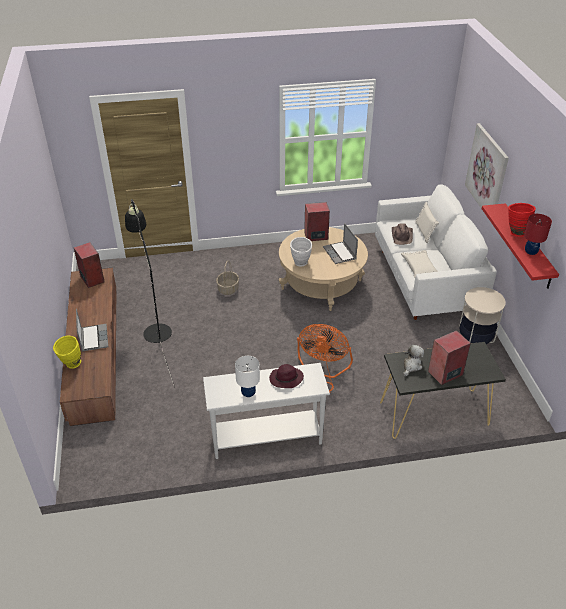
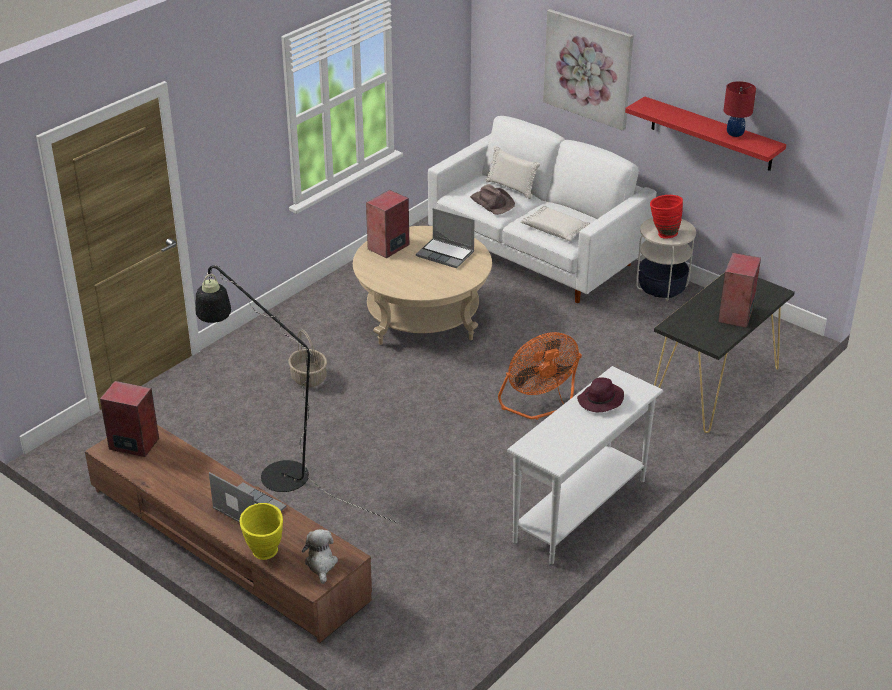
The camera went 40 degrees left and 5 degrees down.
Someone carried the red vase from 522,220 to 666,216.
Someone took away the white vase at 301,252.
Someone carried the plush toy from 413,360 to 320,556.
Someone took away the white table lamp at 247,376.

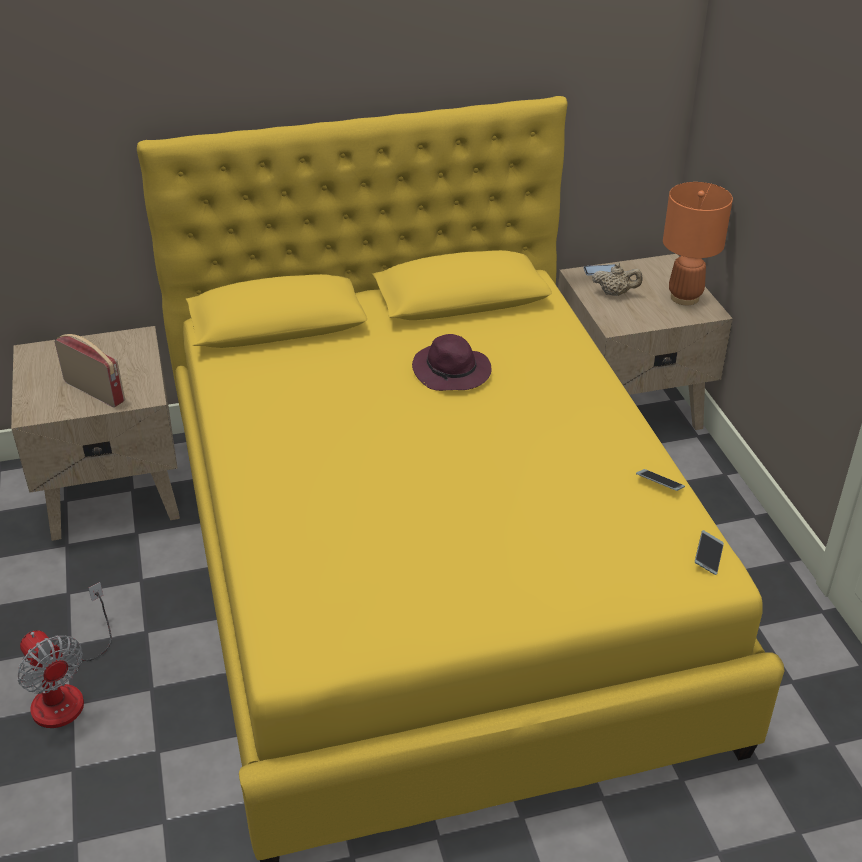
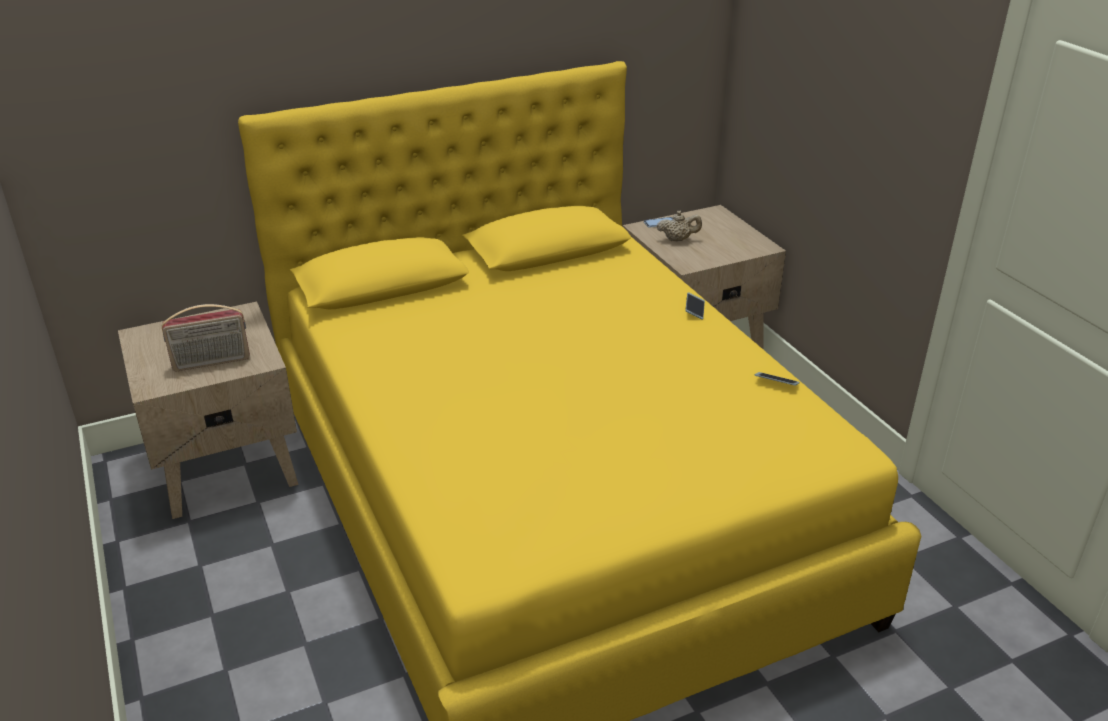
The camera went 10 degrees left and 5 degrees down.
Someone took away the orange table lamp at 698,243.
Someone rotated the radio at 90,371 by 135 degrees clockwise.
Someone took away the purple hat at 451,362.
Someone carried the phone from 709,552 to 695,306.
Someone took away the fan at 65,655.

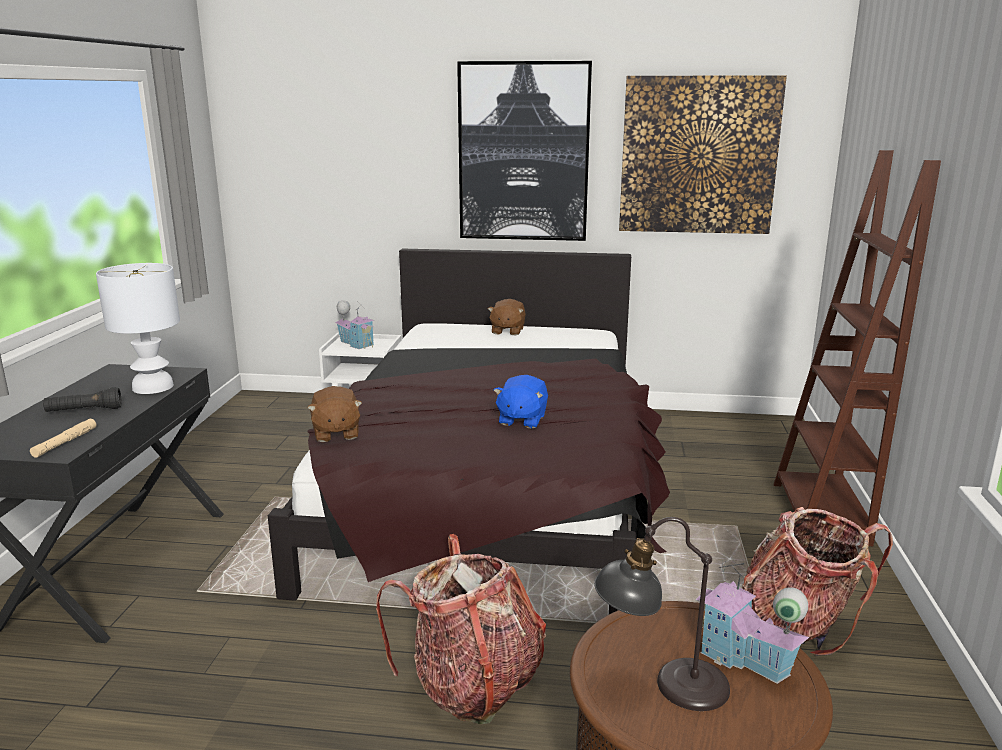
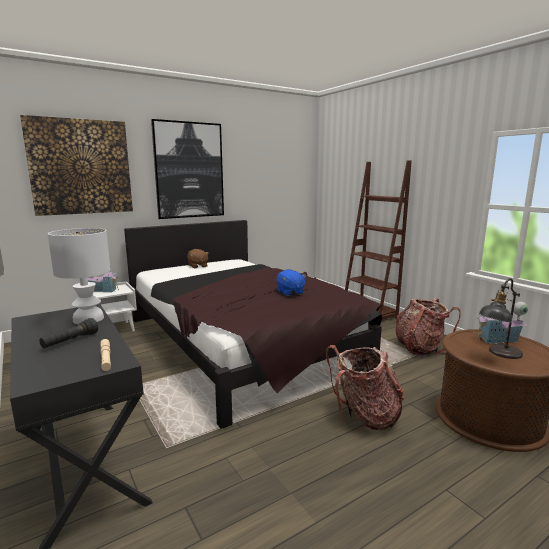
The camera went 40 degrees left and 5 degrees down.
Someone carried the picture from 703,154 to 76,165.
Someone took away the brown plush toy at 334,414.

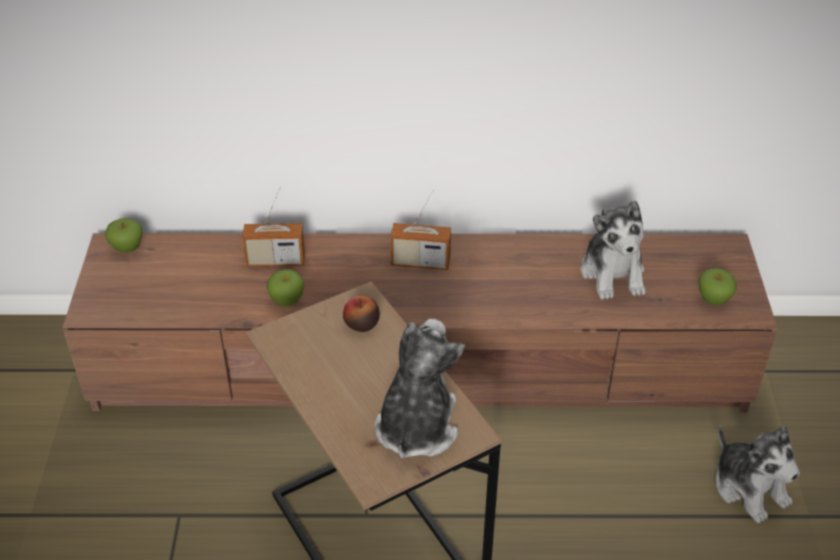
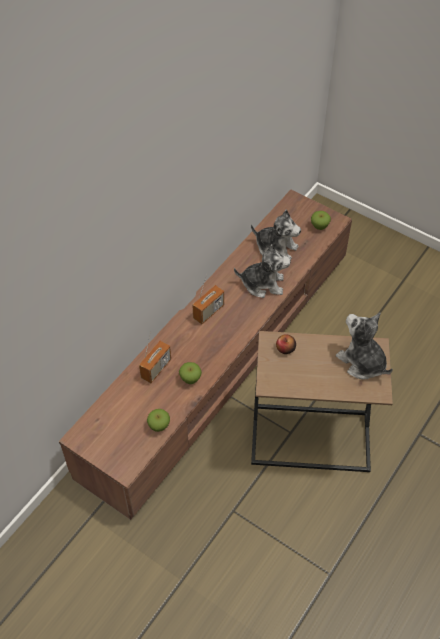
The camera went 55 degrees left and 10 degrees up.
Someone carried the apple from 124,235 to 158,420.
Someone carried the plush toy from 757,474 to 262,271.

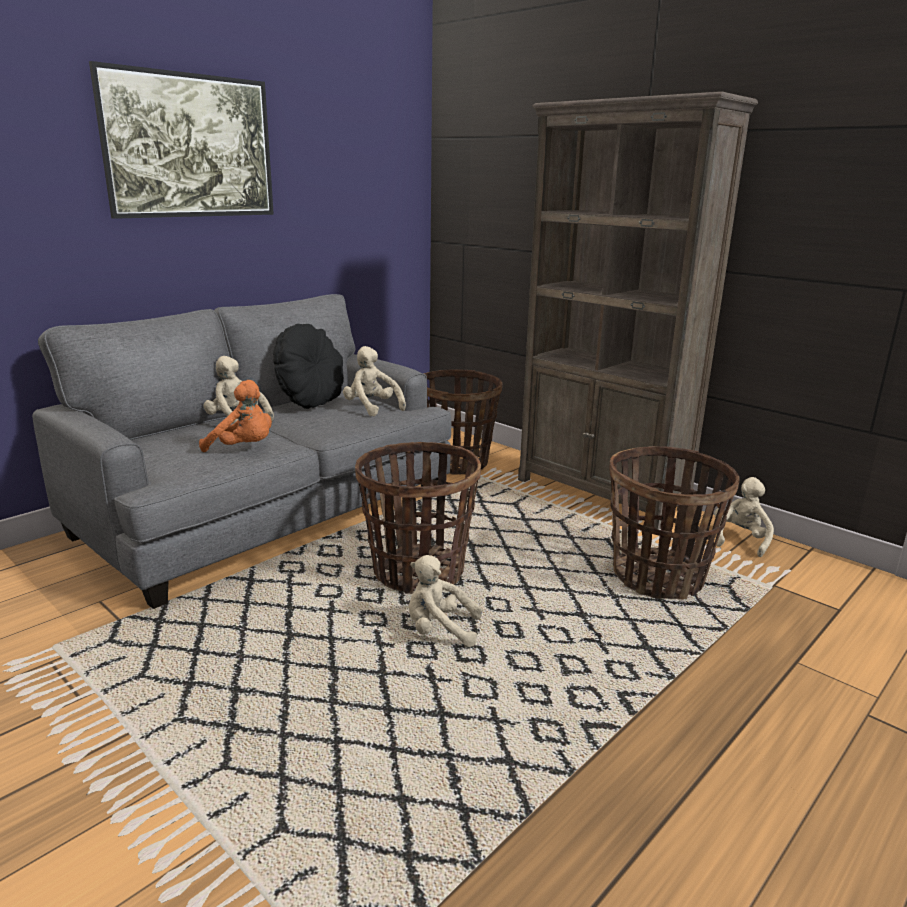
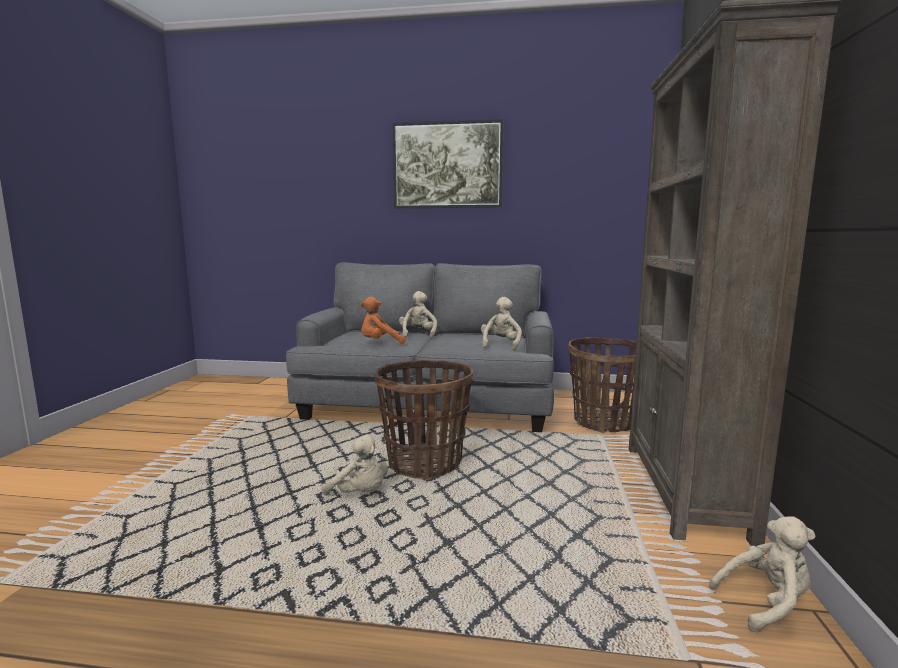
The camera went 55 degrees right and 10 degrees down.
Someone took away the black pillow at 308,366.
Someone rotated the orange plush toy at 235,416 by 90 degrees clockwise.
Someone took away the basket at 674,523.
Someone rotated the beige plush toy at 445,601 by 150 degrees clockwise.

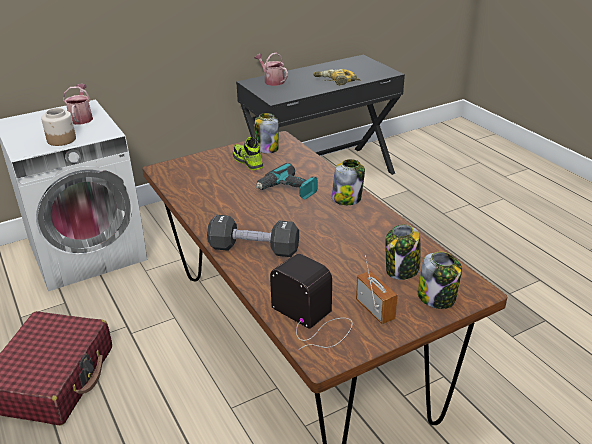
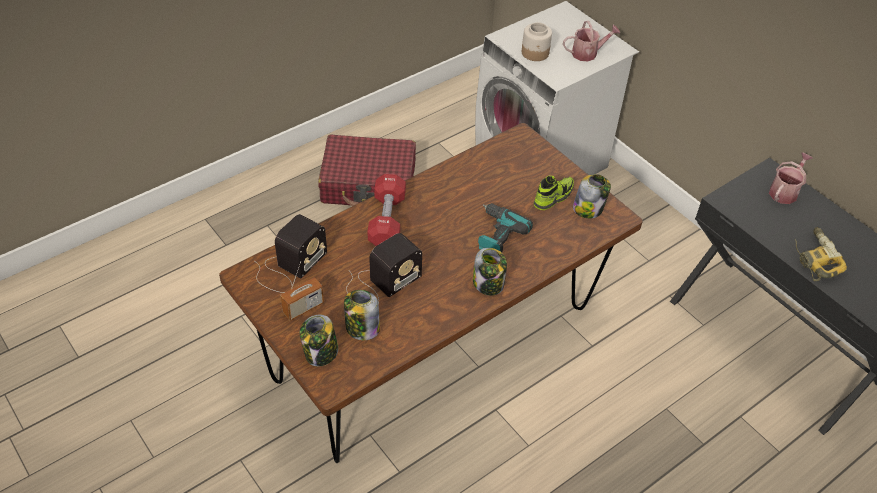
The camera went 80 degrees right and 15 degrees up.
Someone repainted the black dumbbell at 253,236, which became the red dumbbell at 386,210.
Someone put down the radio at 384,269.

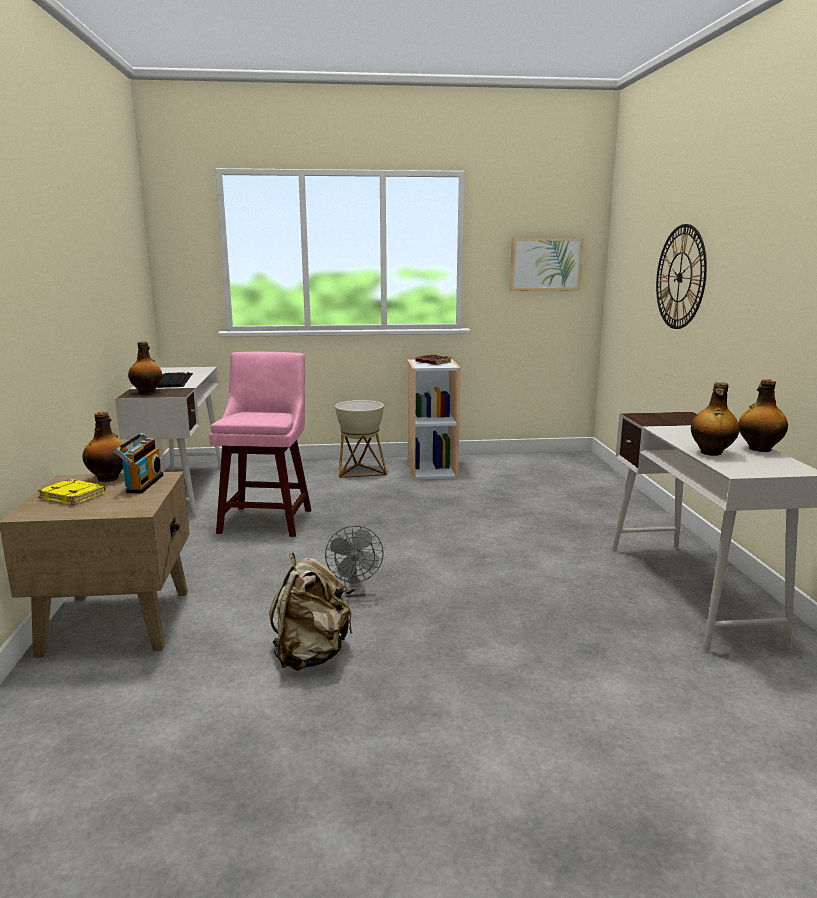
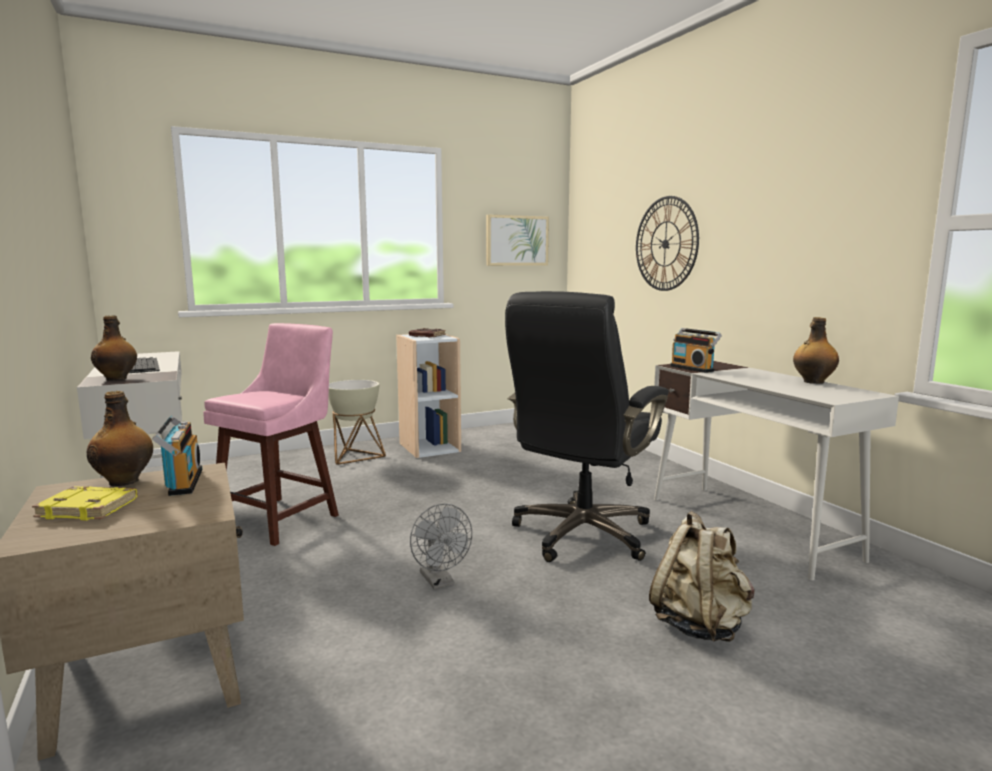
The camera went 20 degrees left and 5 degrees down.
Someone rotated the pink chair at 260,444 by 45 degrees clockwise.
Someone took away the bottle at 715,419.
Someone carried the beige backpack from 310,612 to 701,576.
Someone put down the black office chair at 587,426.
Someone put down the radio at 696,350.

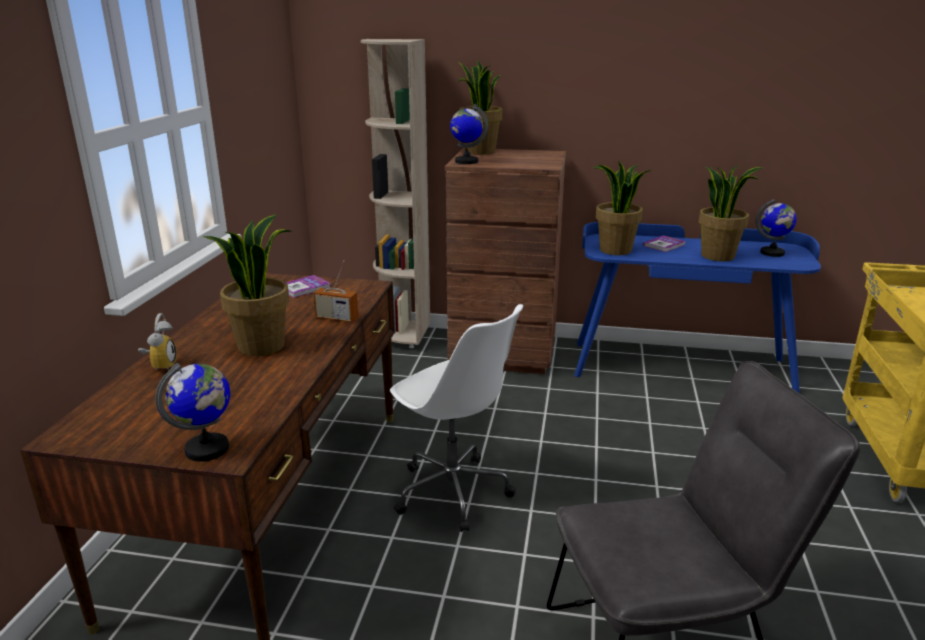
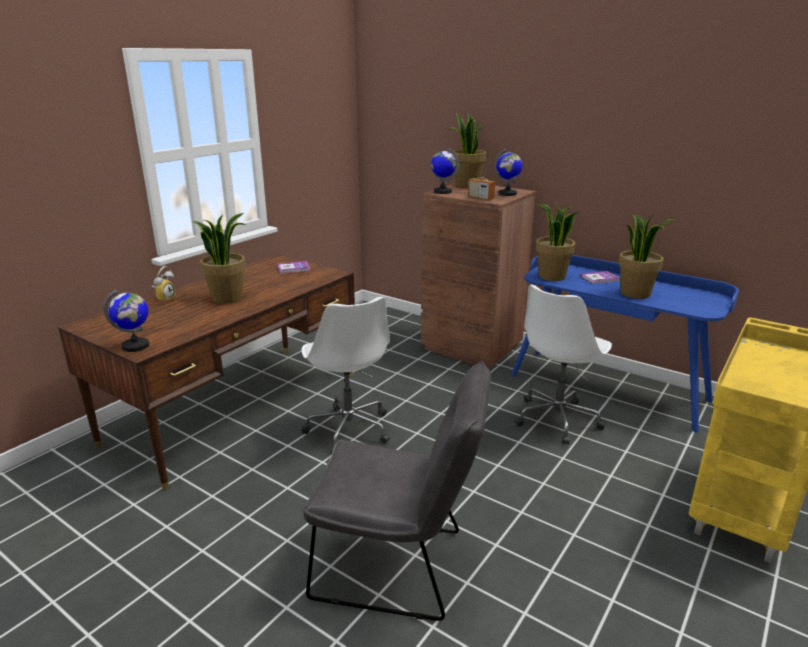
The camera went 25 degrees right and 0 degrees up.
Someone took away the beige bookcase at 395,193.
Someone carried the globe from 776,228 to 509,172.
Someone carried the radio from 335,291 to 481,182.
Someone put down the white office chair at 563,364.

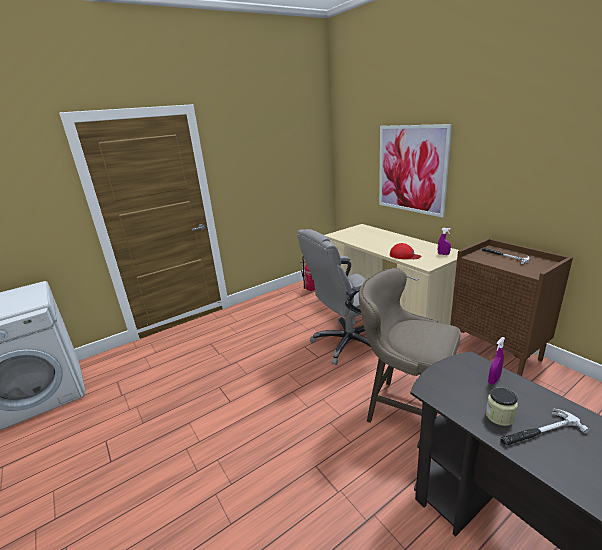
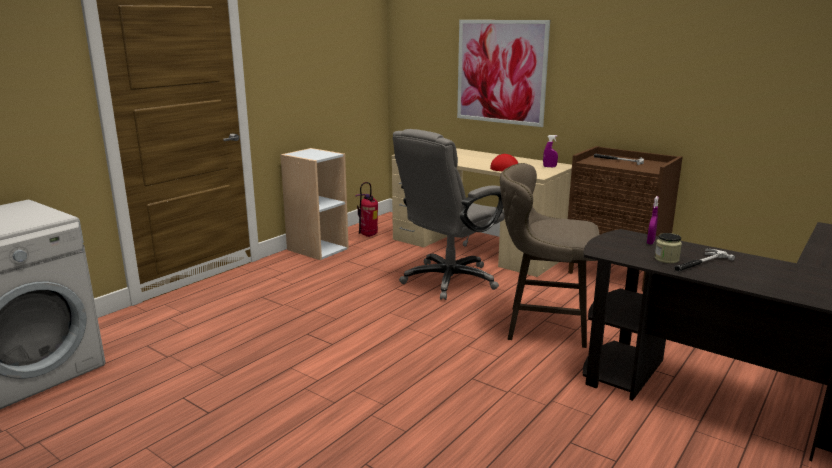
The camera went 20 degrees left and 5 degrees down.
Someone put down the bookcase at 314,204.

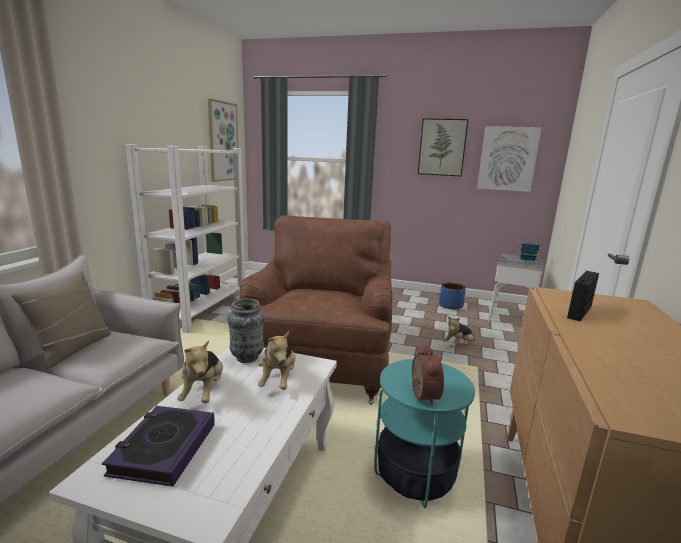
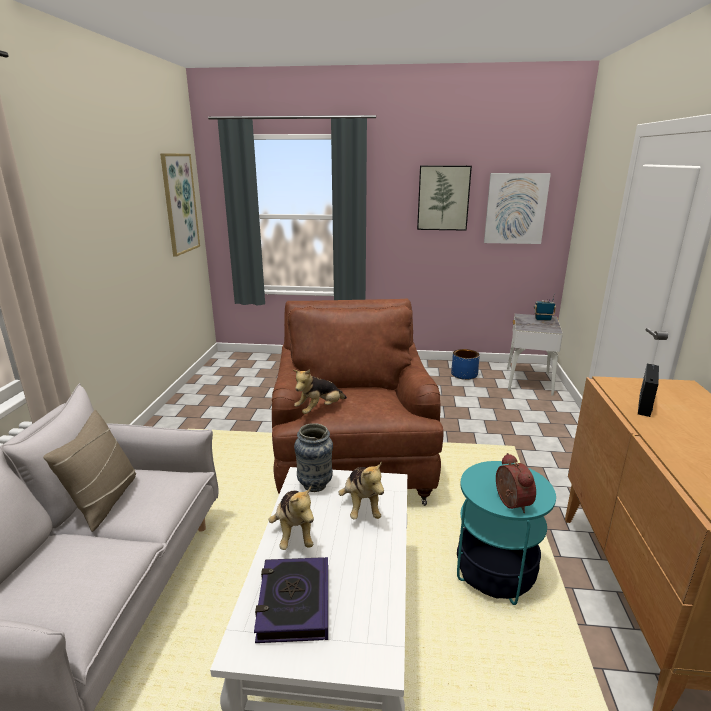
The camera went 10 degrees left and 5 degrees up.
Someone took away the white bookcase at 185,238.
Someone carried the plush toy from 458,332 to 320,391.

